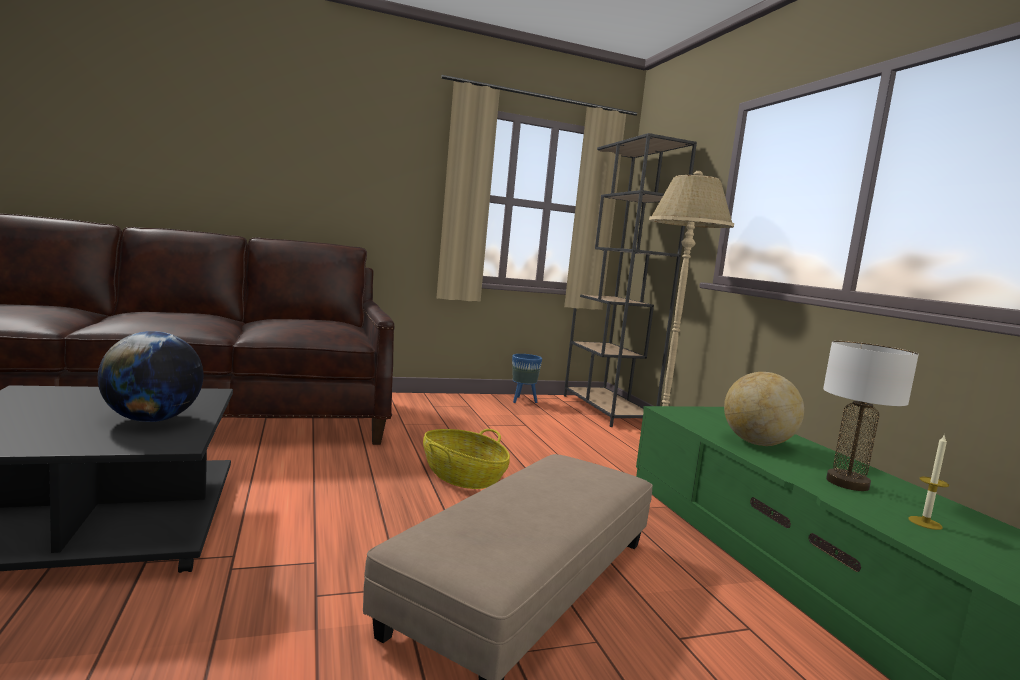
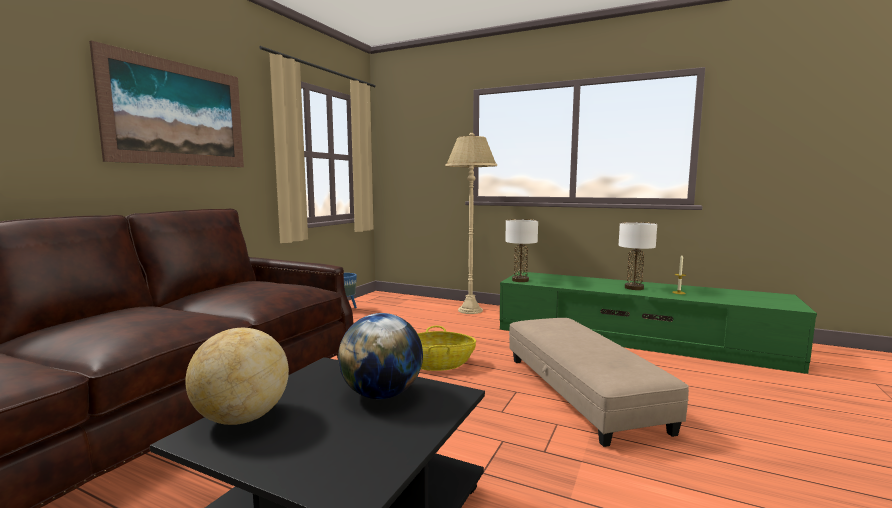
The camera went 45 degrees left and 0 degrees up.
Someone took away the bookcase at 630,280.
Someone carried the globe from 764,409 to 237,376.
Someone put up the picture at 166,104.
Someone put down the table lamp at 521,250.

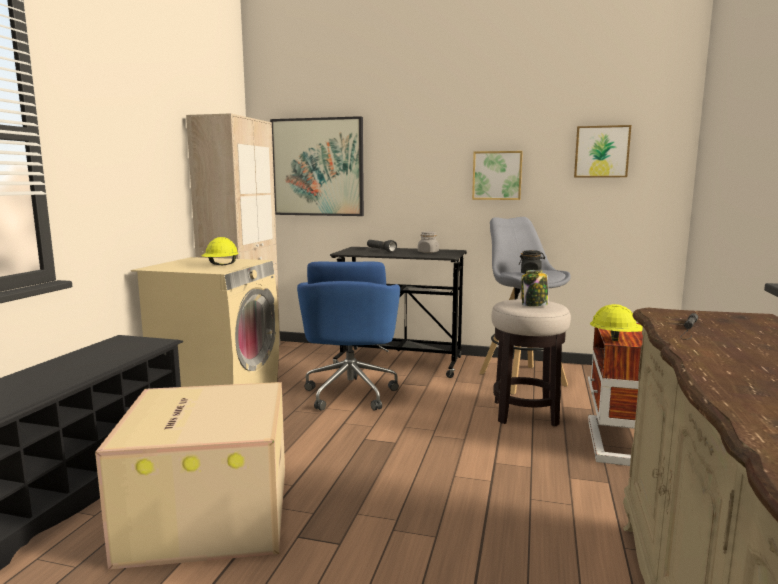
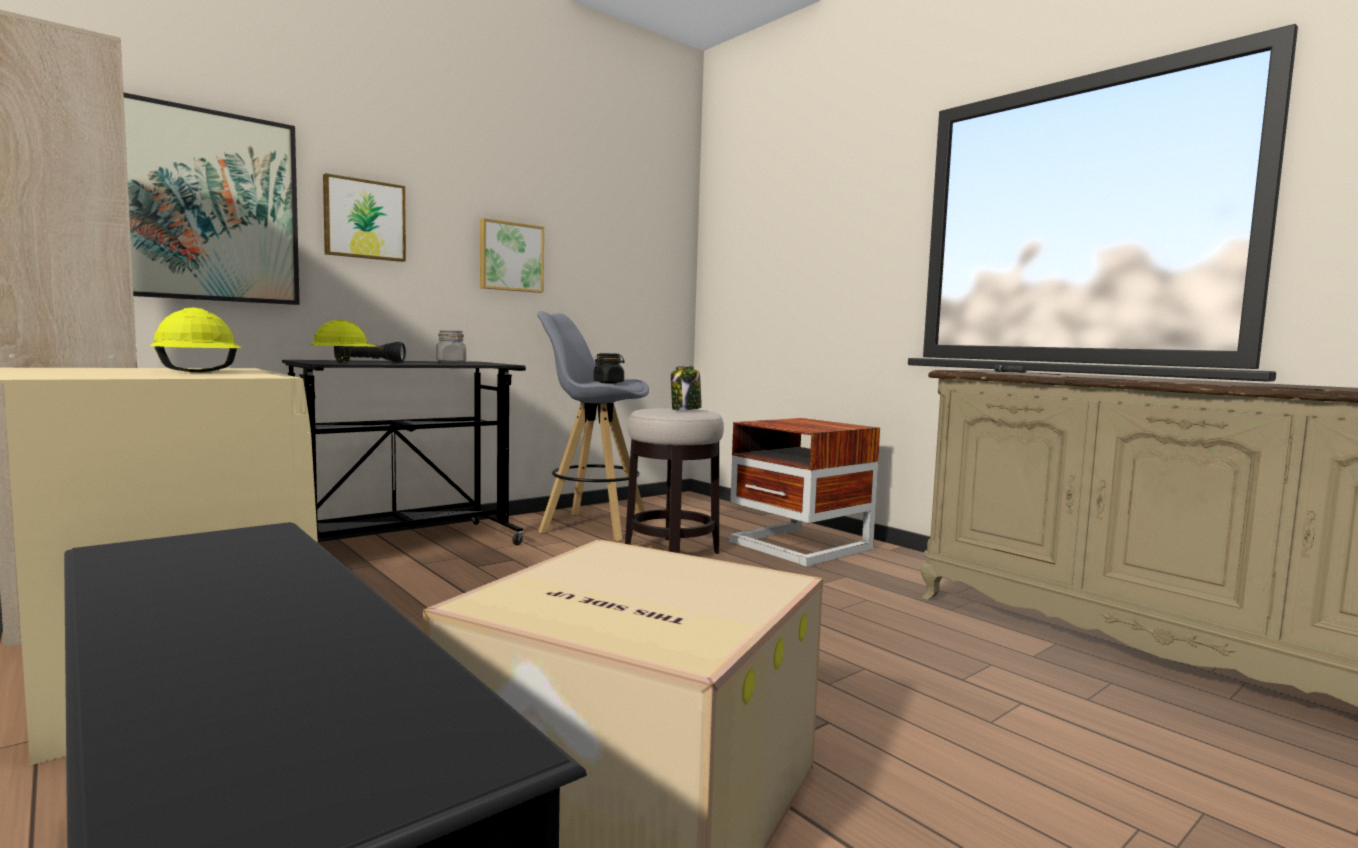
The camera went 55 degrees left and 5 degrees down.
Someone carried the picture from 602,151 to 364,217.
Someone took away the blue office chair at 348,336.
Someone carried the yellow hard hat from 616,322 to 345,341.

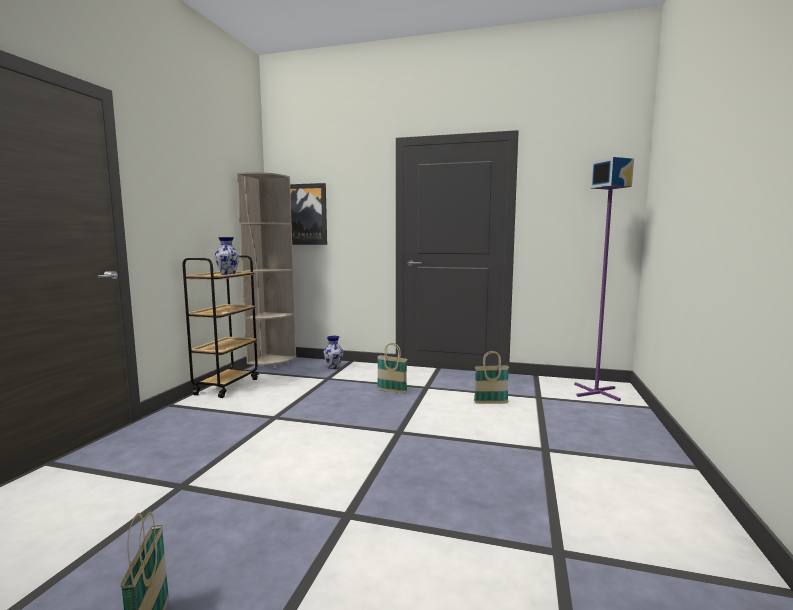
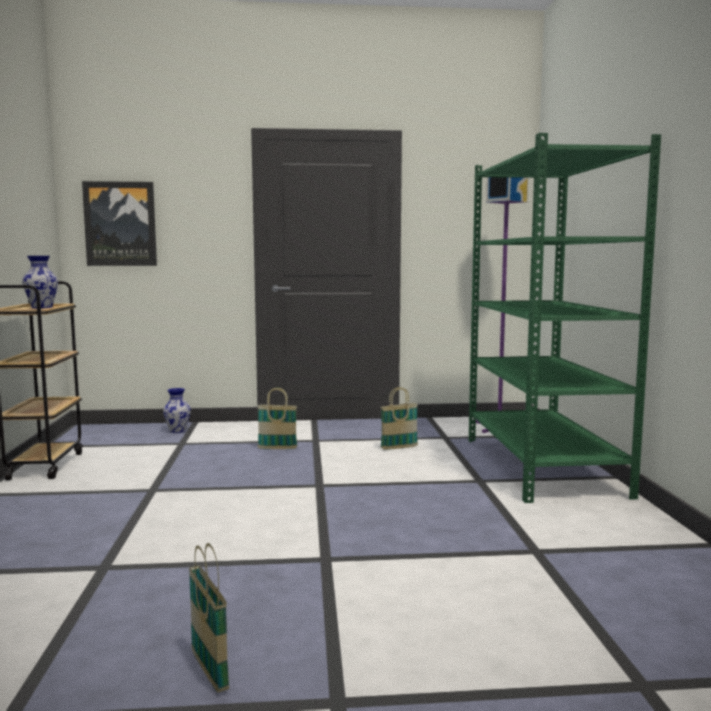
The camera went 20 degrees left and 0 degrees up.
Someone took away the beige bookcase at 266,270.
Someone put down the green bookcase at 565,318.

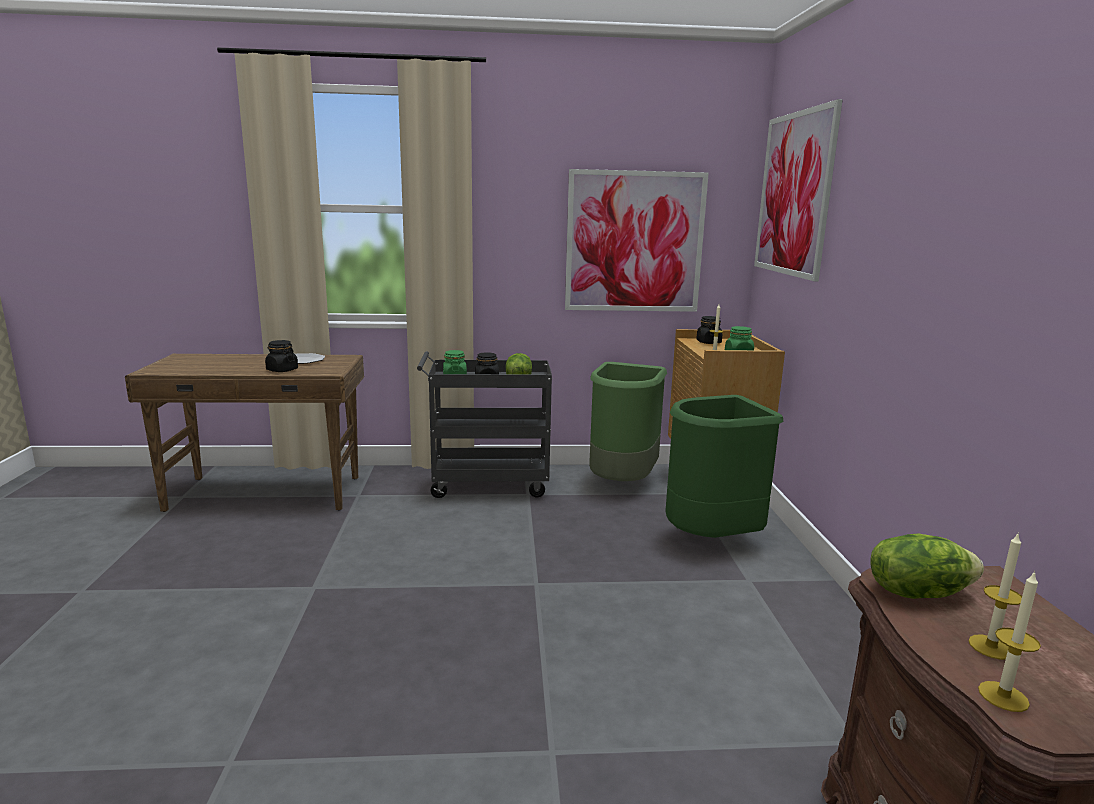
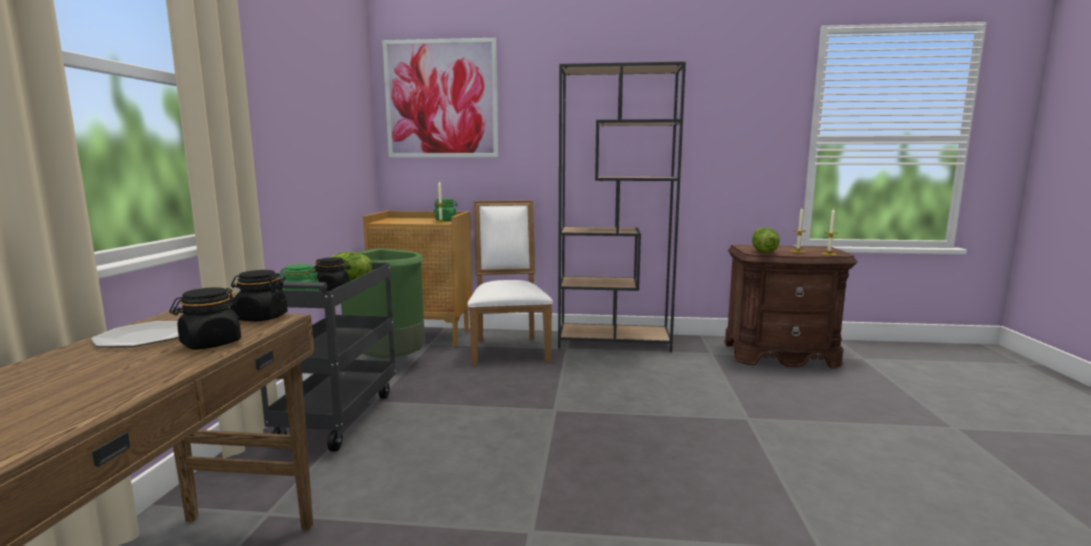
The camera went 80 degrees left and 5 degrees down.
Someone took away the picture at 637,240.
Someone carried the black jar from 709,330 to 259,295.
Someone swapped the green trash can at 724,466 for the white chair at 510,283.
Someone put down the bookcase at 622,207.

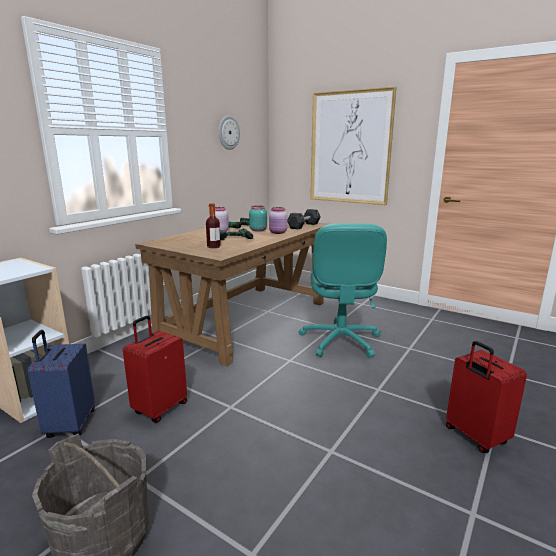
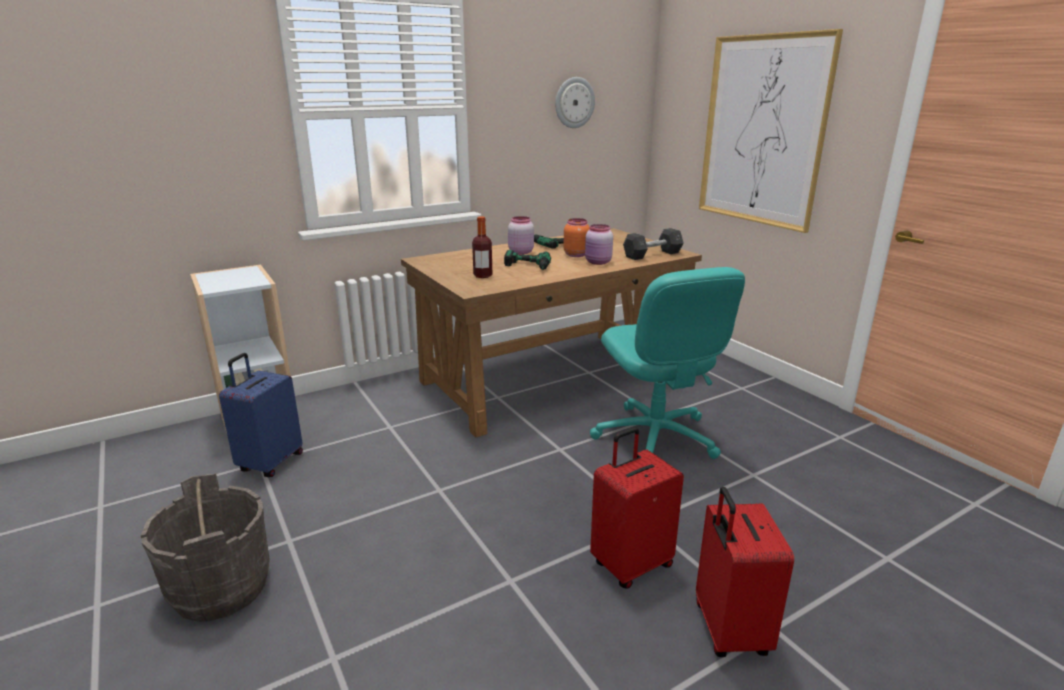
The camera went 25 degrees right and 5 degrees up.
Someone repainted the turquoise jar at 258,218, which became the orange jar at 576,237.
Someone rotated the turquoise office chair at 343,290 by 45 degrees counterclockwise.
Someone carried the red suitcase from 155,369 to 637,508.

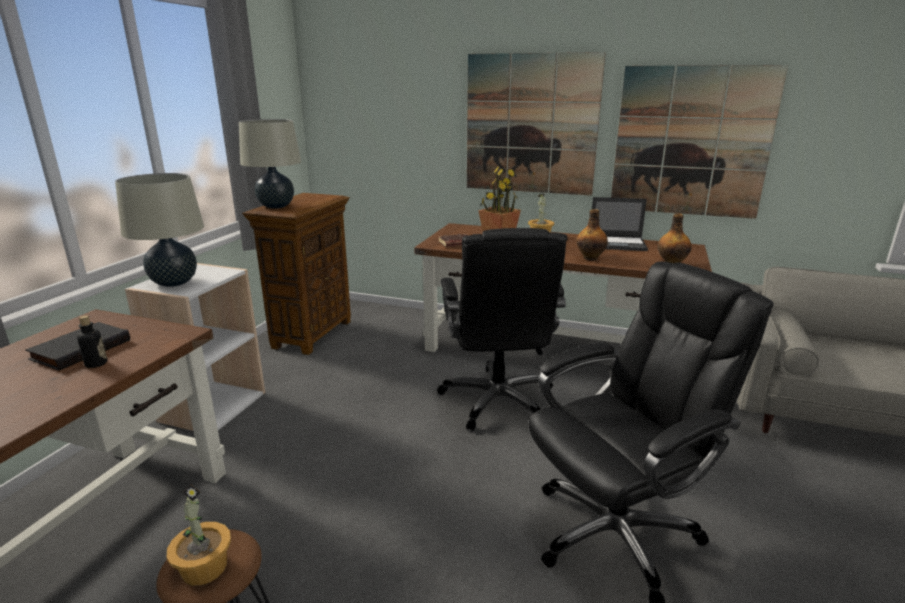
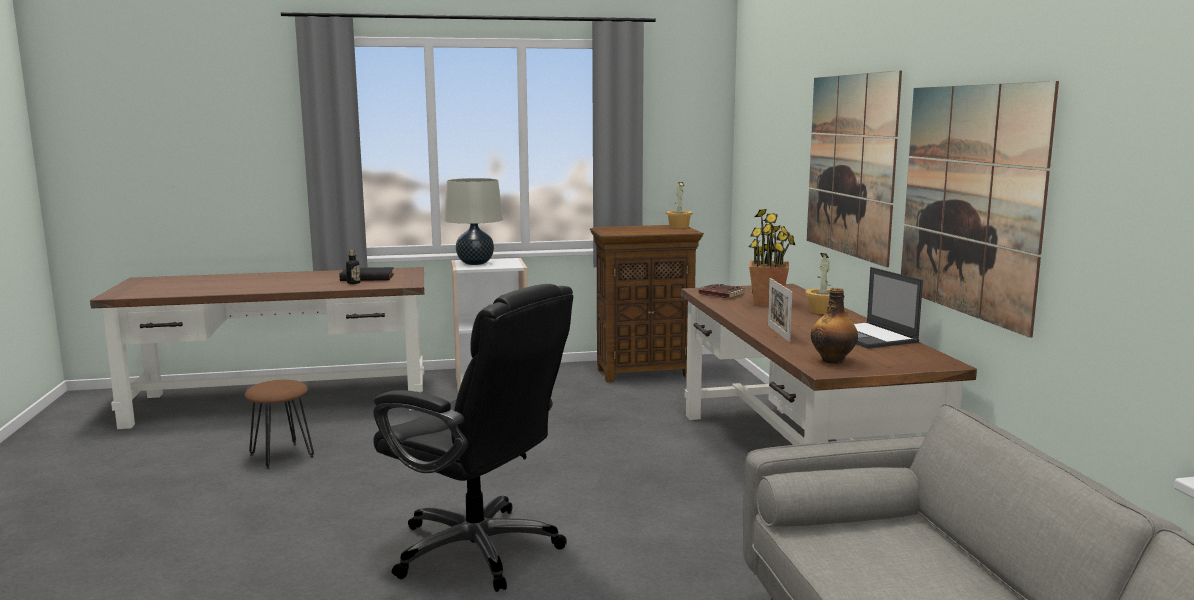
The camera went 60 degrees right and 10 degrees down.
Someone took away the beige table lamp at 270,163.
Someone swapped the bottle at 592,234 for the picture frame at 780,310.
Someone took away the black office chair at 502,329.
Someone carried the potted plant from 199,535 to 679,205.

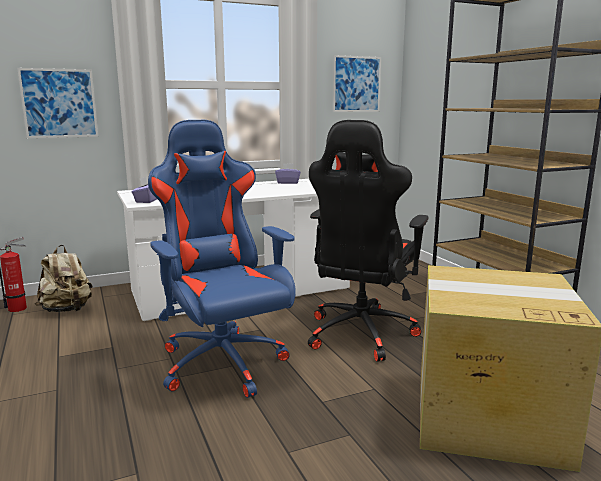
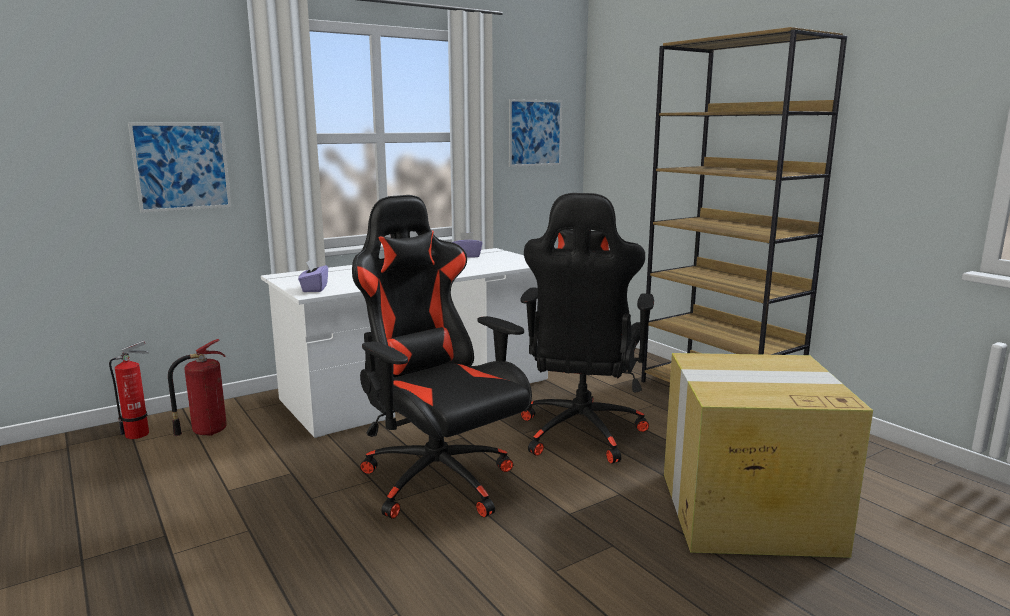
The camera went 10 degrees left and 0 degrees up.
Someone repainted the blue office chair at 222,259, which became the black office chair at 442,357.
Someone swapped the beige backpack at 64,278 for the fire extinguisher at 197,387.

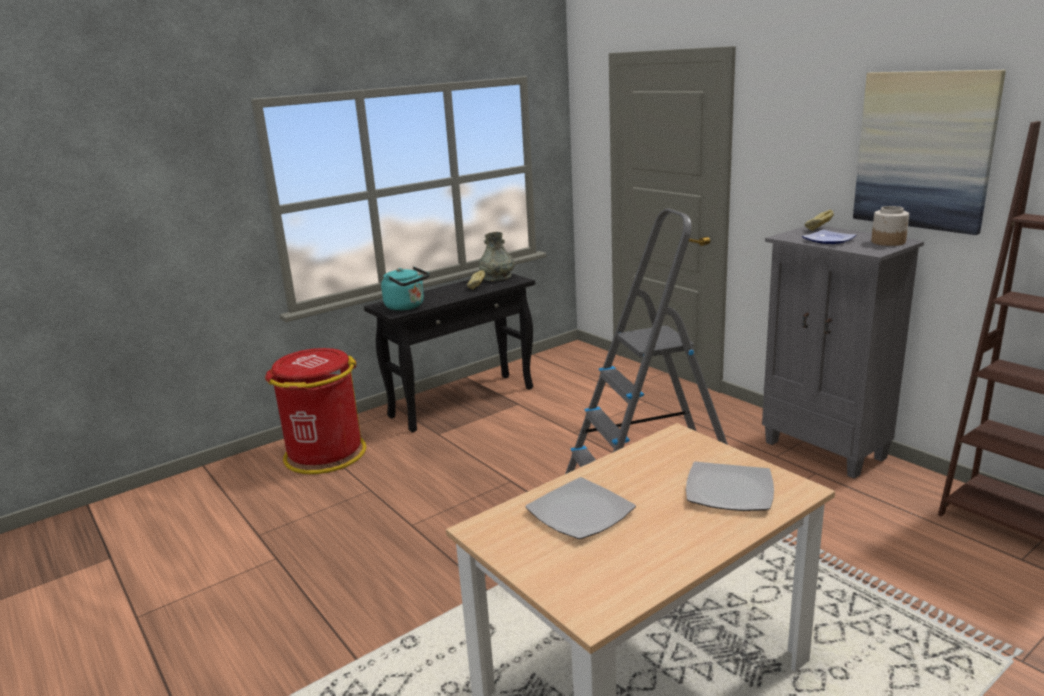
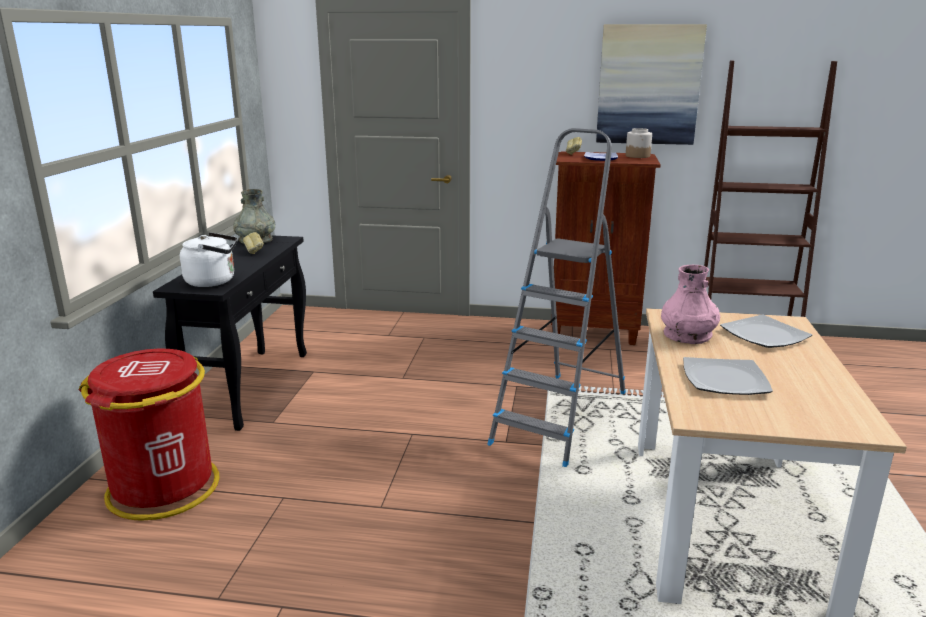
The camera went 45 degrees left and 0 degrees up.
Someone repainted the grey cabinet at 843,352, which became the brown cabinet at 606,248.
Someone repainted the turquoise kettle at 405,288, which became the white kettle at 209,259.
Someone put down the pink vase at 690,304.

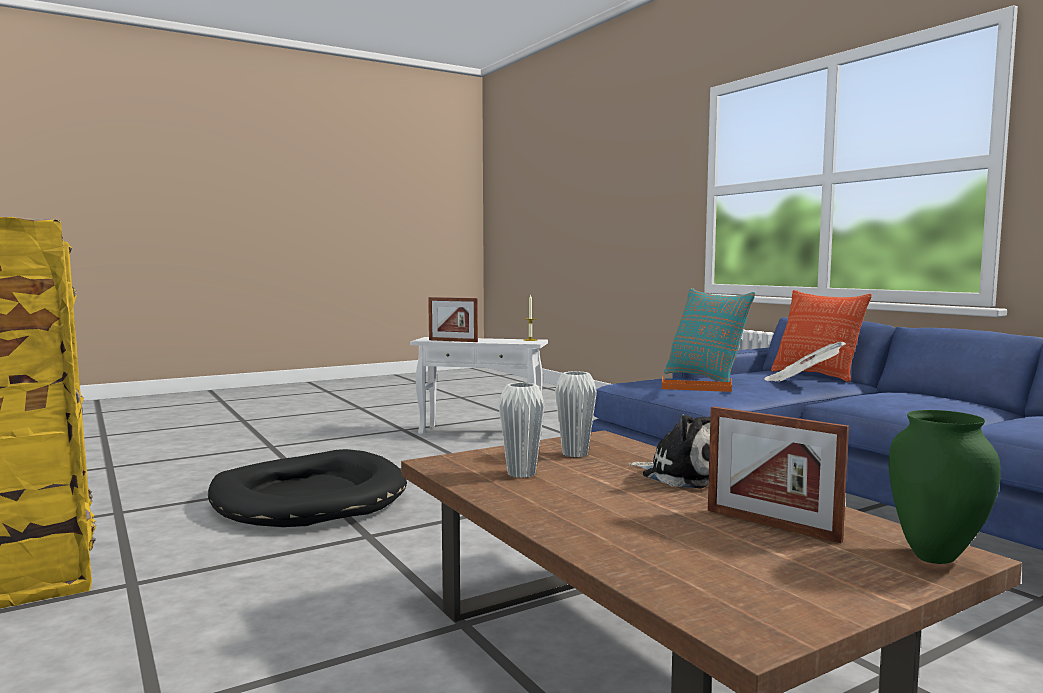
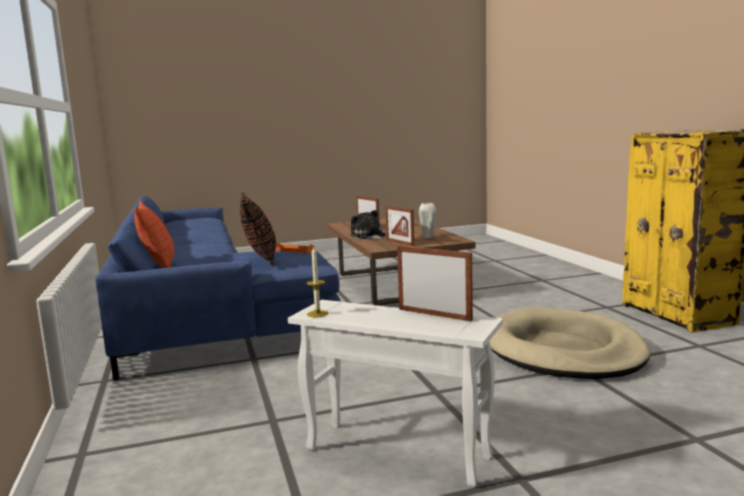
The camera went 165 degrees left and 5 degrees up.
Someone repainted the turquoise pillow at 709,335, which became the black pillow at 258,230.
Someone took away the newspaper at 805,362.
Someone swapped the white vase at 576,414 for the picture frame at 399,226.
Someone took away the green vase at 945,487.
Someone repainted the black dog bed at 307,488, which became the beige dog bed at 570,343.

